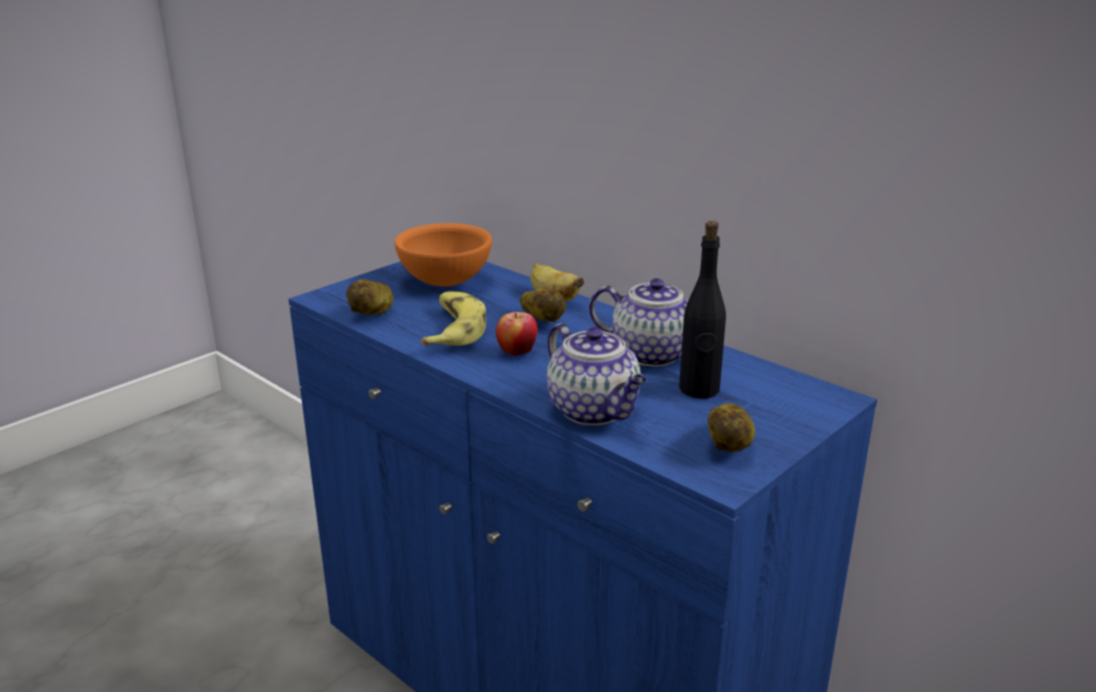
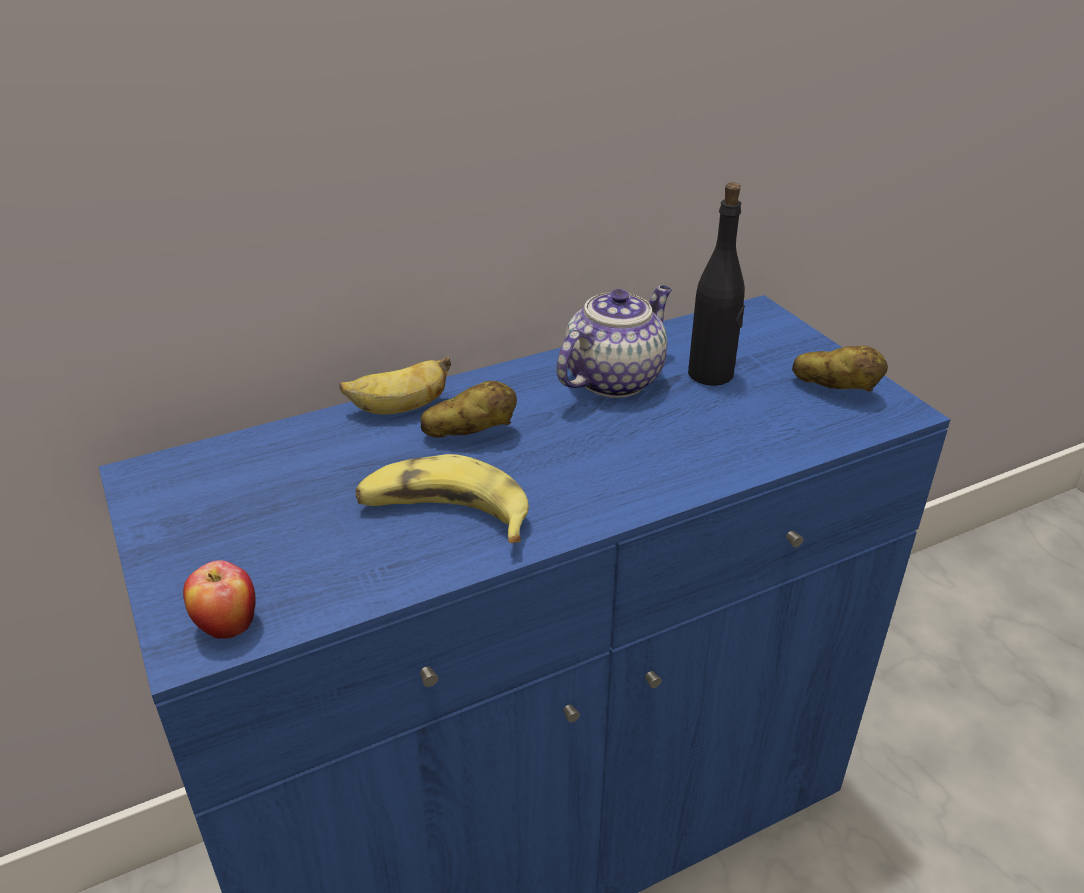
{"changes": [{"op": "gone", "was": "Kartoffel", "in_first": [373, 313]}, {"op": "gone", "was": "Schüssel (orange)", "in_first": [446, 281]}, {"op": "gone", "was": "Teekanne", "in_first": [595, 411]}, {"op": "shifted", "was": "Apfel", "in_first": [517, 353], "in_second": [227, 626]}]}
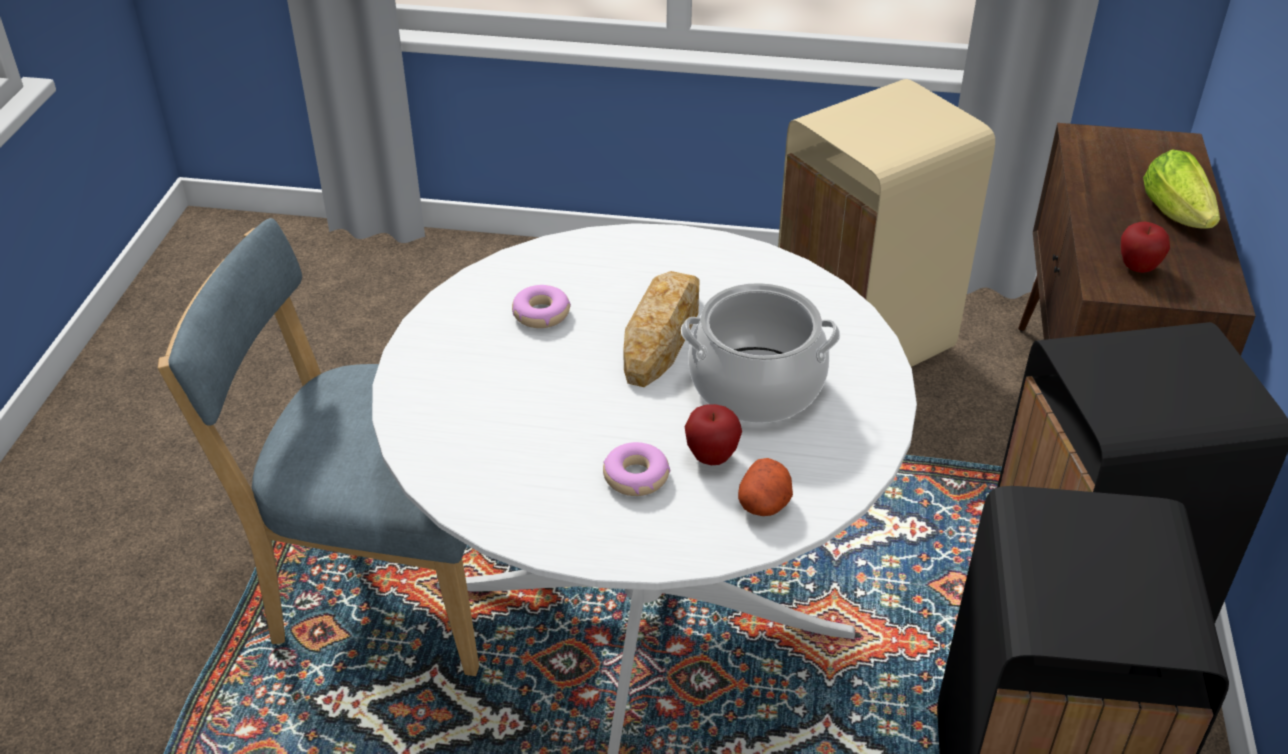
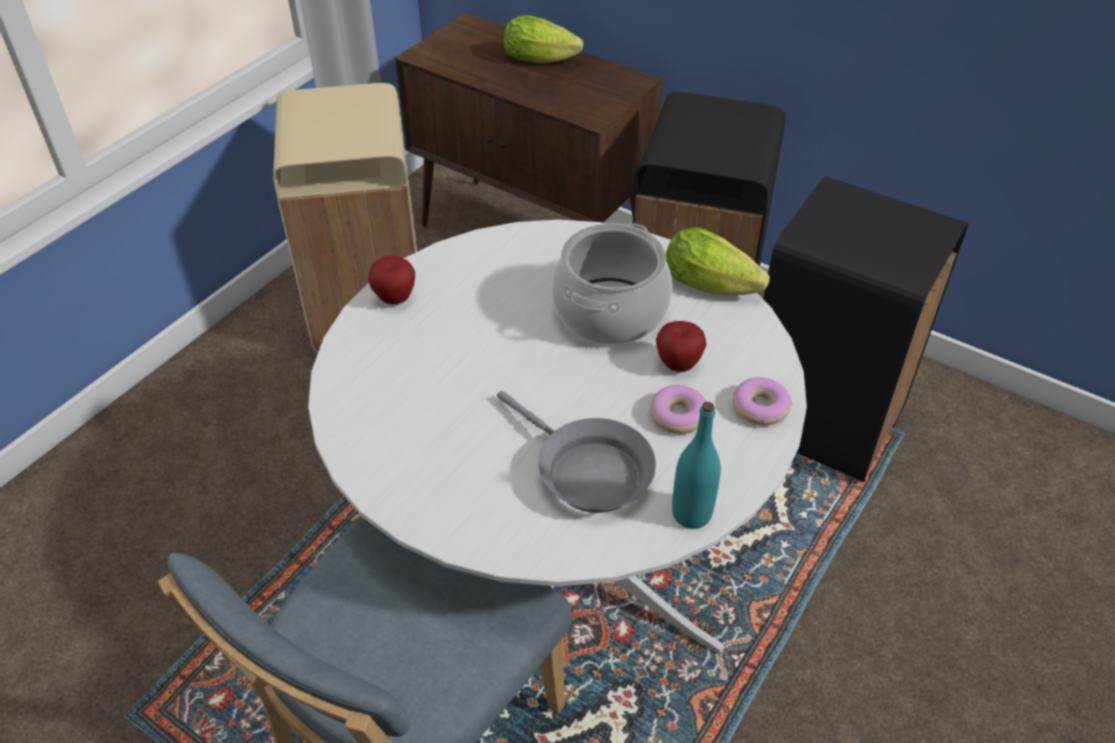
{"changes": [{"op": "gone", "was": "Brot", "in_first": [661, 335]}, {"op": "gone", "was": "Kartoffel", "in_first": [764, 504]}, {"op": "new", "now": "Pfanne (grau)", "in_second": [586, 471]}, {"op": "new", "now": "Salatkopf", "in_second": [715, 286]}, {"op": "new", "now": "Flasche (türkis)", "in_second": [691, 514]}, {"op": "shifted", "was": "Donut", "in_first": [541, 314], "in_second": [760, 407]}, {"op": "shifted", "was": "Apfel", "in_first": [1137, 268], "in_second": [395, 298]}]}
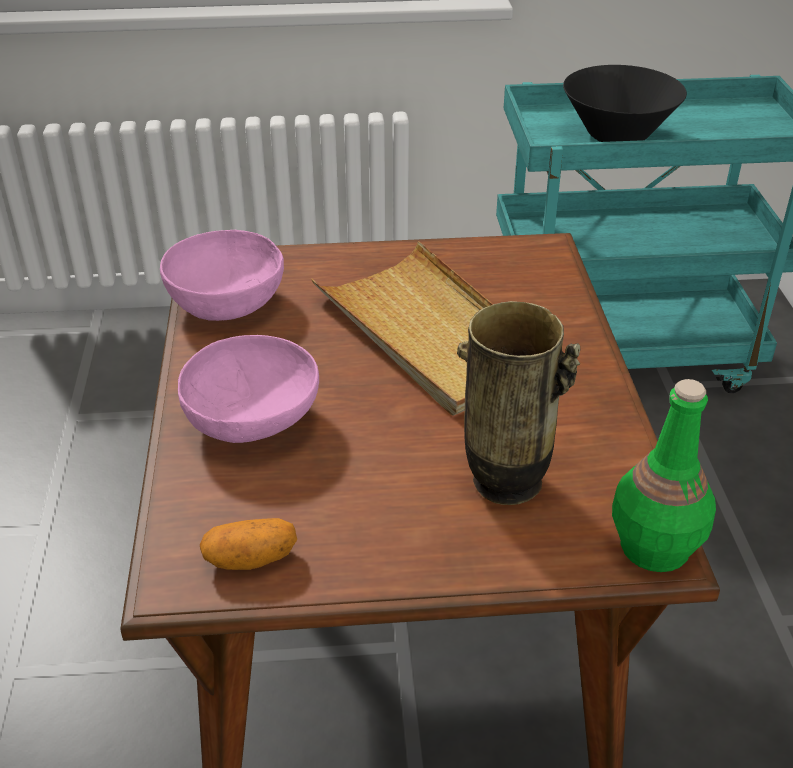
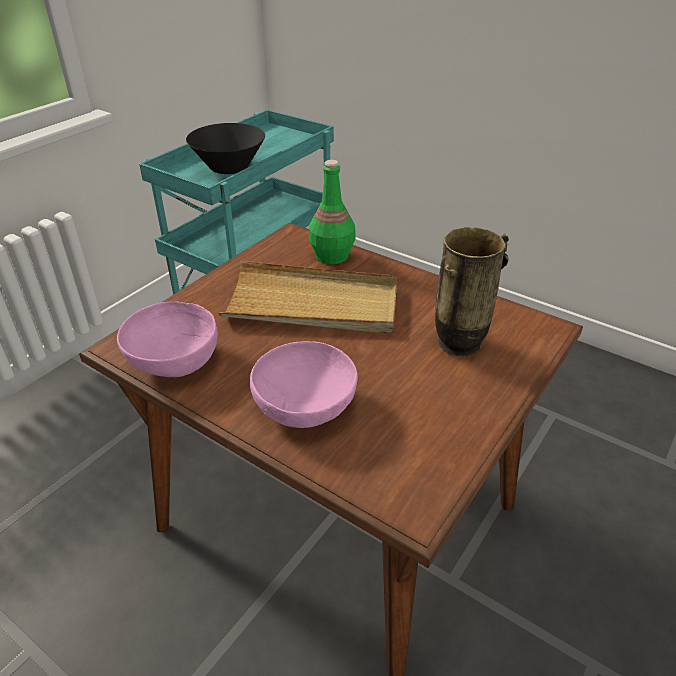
{"changes": [{"op": "gone", "was": "Kartoffel", "in_first": [251, 559]}, {"op": "shifted", "was": "Flasche (grün)", "in_first": [653, 548], "in_second": [332, 256]}]}
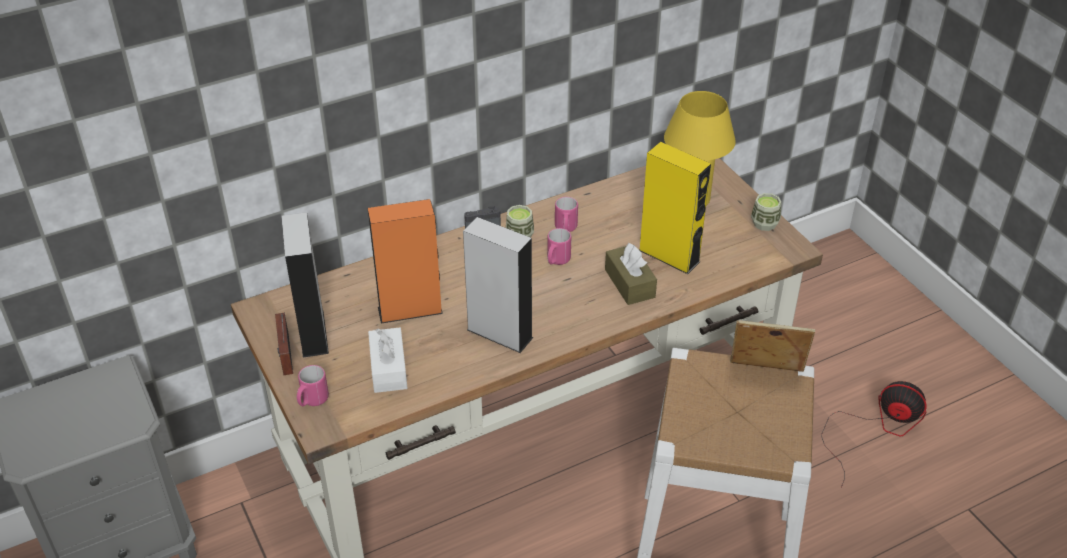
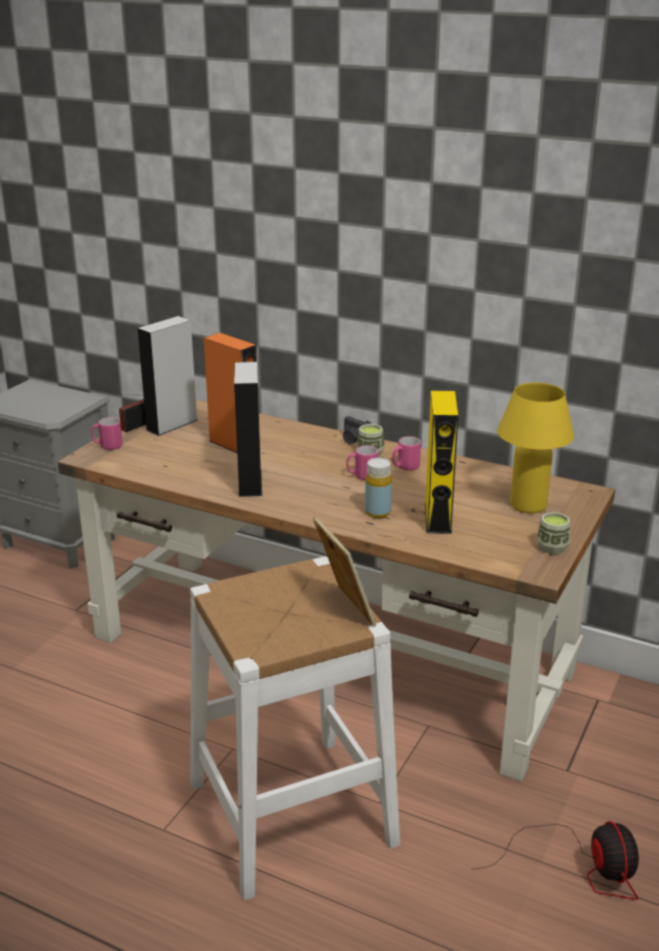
{"changes": [{"op": "gone", "was": "Taschentuchbox (weiß)", "in_first": [388, 369]}, {"op": "swapped", "was": "Taschentuchbox (braun)", "now": "Flasche (gelb)", "in_first": [629, 283], "in_second": [377, 512]}]}
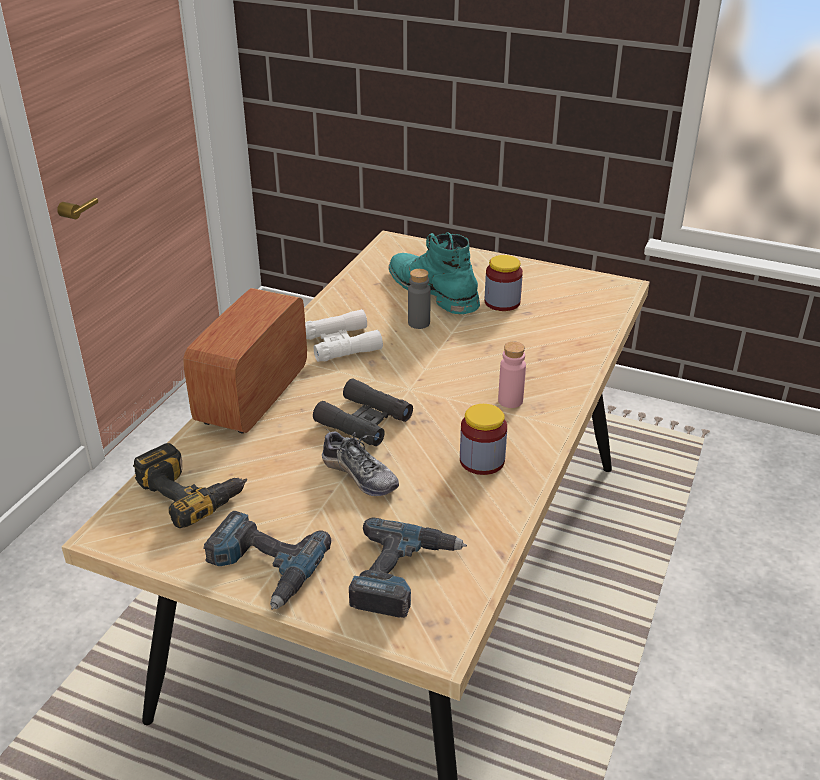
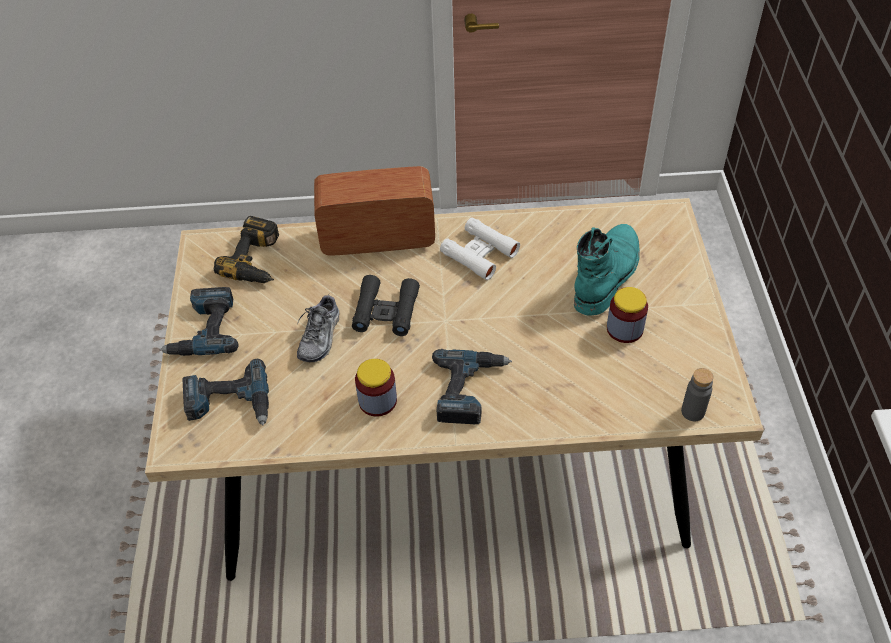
{"changes": [{"op": "shifted", "was": "Flasche (grau)", "in_first": [419, 323], "in_second": [693, 411]}, {"op": "swapped", "was": "Flasche (rosa)", "now": "Bohrmaschine", "in_first": [510, 401], "in_second": [469, 390]}]}
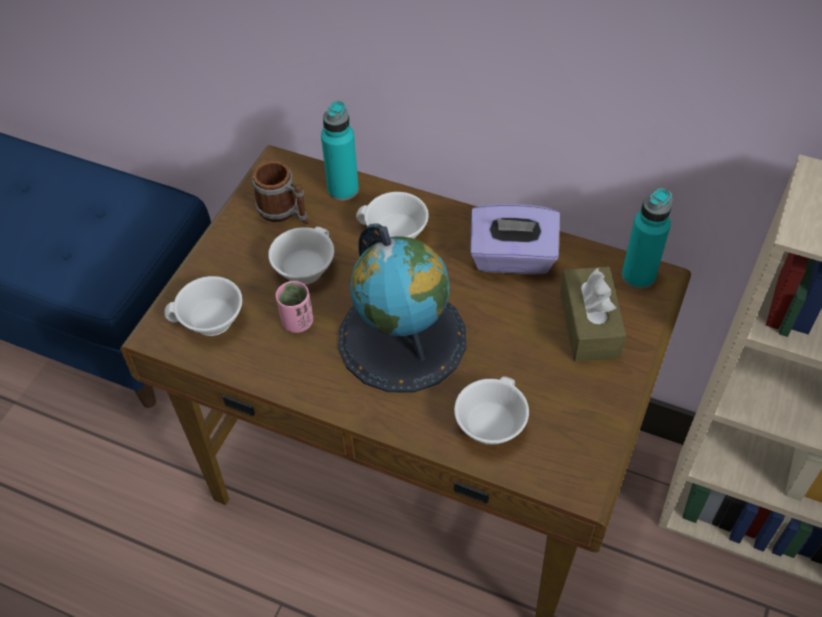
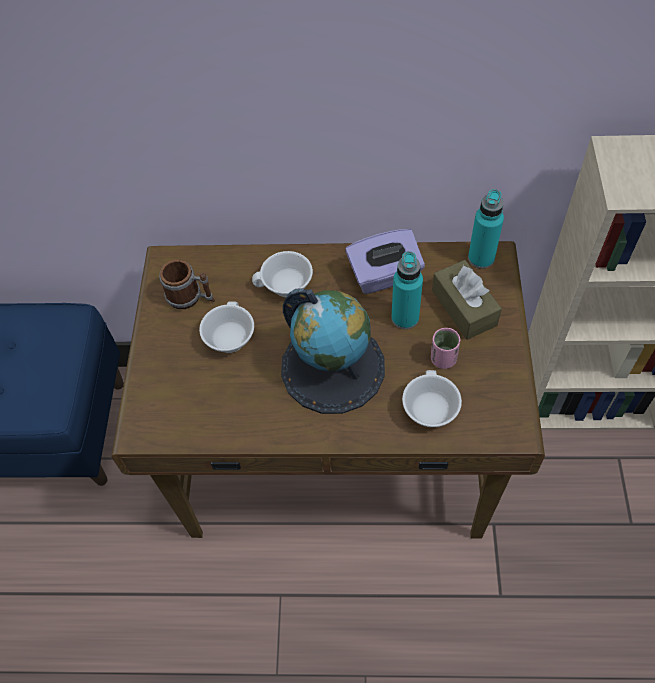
{"changes": [{"op": "gone", "was": "Tasse (weiß)", "in_first": [210, 322]}, {"op": "shifted", "was": "Tasse (rosa)", "in_first": [297, 322], "in_second": [443, 359]}, {"op": "shifted", "was": "Flasche (türkis)", "in_first": [343, 189], "in_second": [405, 318]}]}
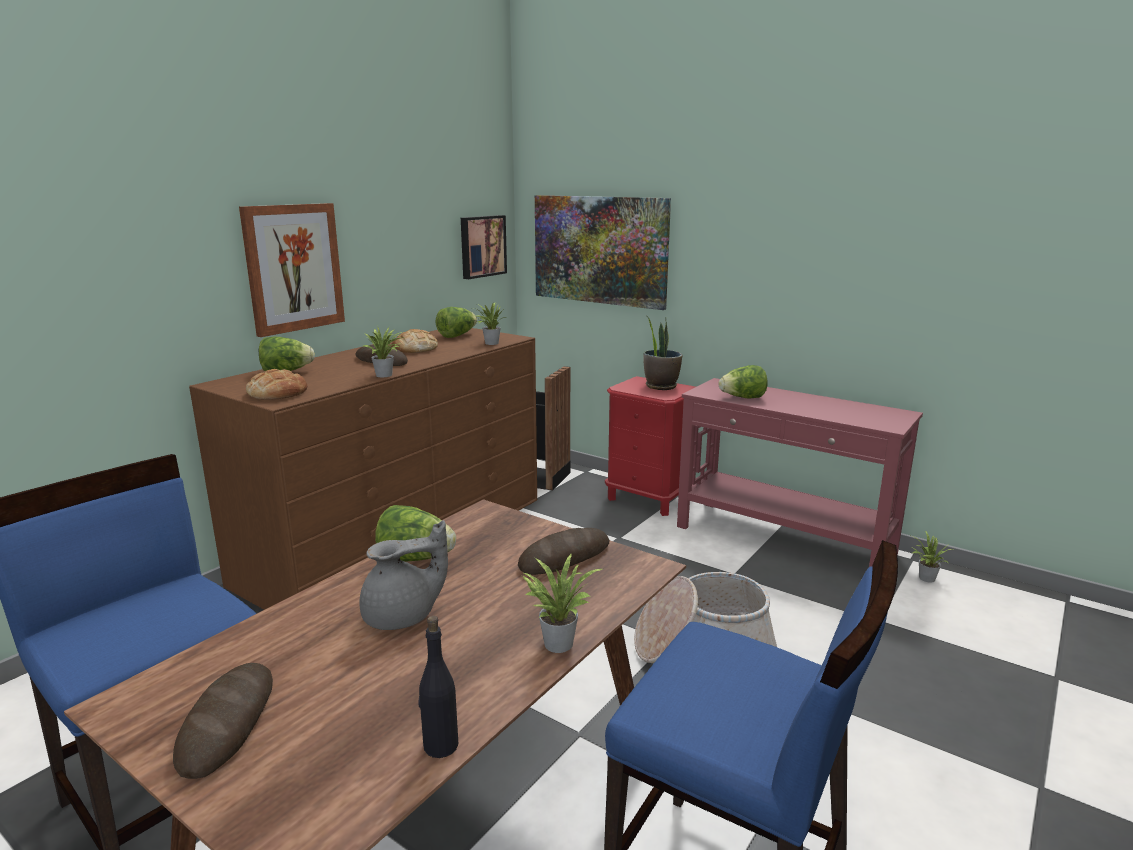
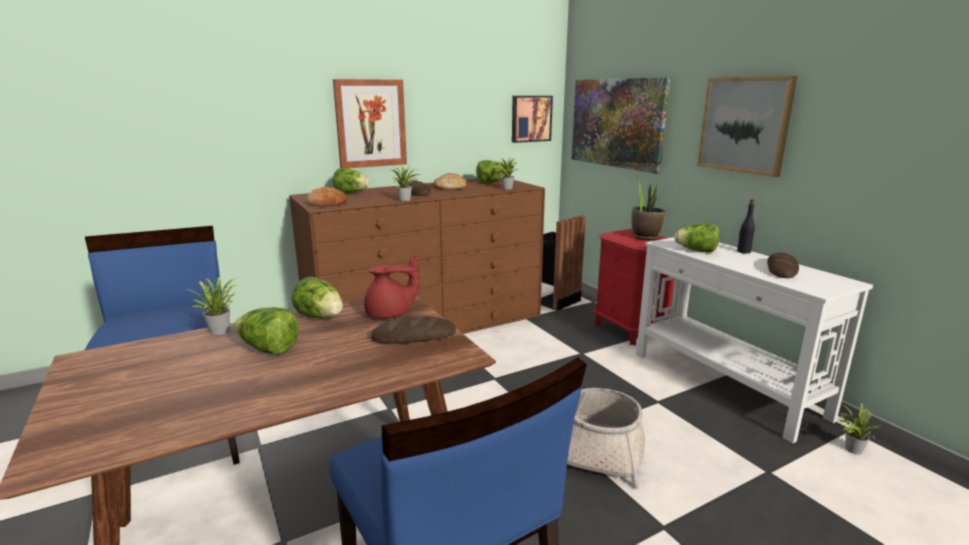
{"changes": [{"op": "new", "now": "Teekanne (rot)", "in_second": [390, 314]}, {"op": "new", "now": "Bild", "in_second": [744, 125]}, {"op": "shifted", "was": "Brot", "in_first": [228, 724], "in_second": [781, 269]}, {"op": "shifted", "was": "Flasche (schwarz)", "in_first": [440, 745], "in_second": [743, 251]}, {"op": "shifted", "was": "Topfpflanze", "in_first": [557, 641], "in_second": [221, 330]}, {"op": "swapped", "was": "Teekanne (grau)", "now": "Salatkopf", "in_first": [403, 617], "in_second": [268, 349]}, {"op": "repainted", "was": "Konsolentisch (rot)", "now": "Konsolentisch (weiß)", "in_first": [783, 541], "in_second": [725, 385]}]}
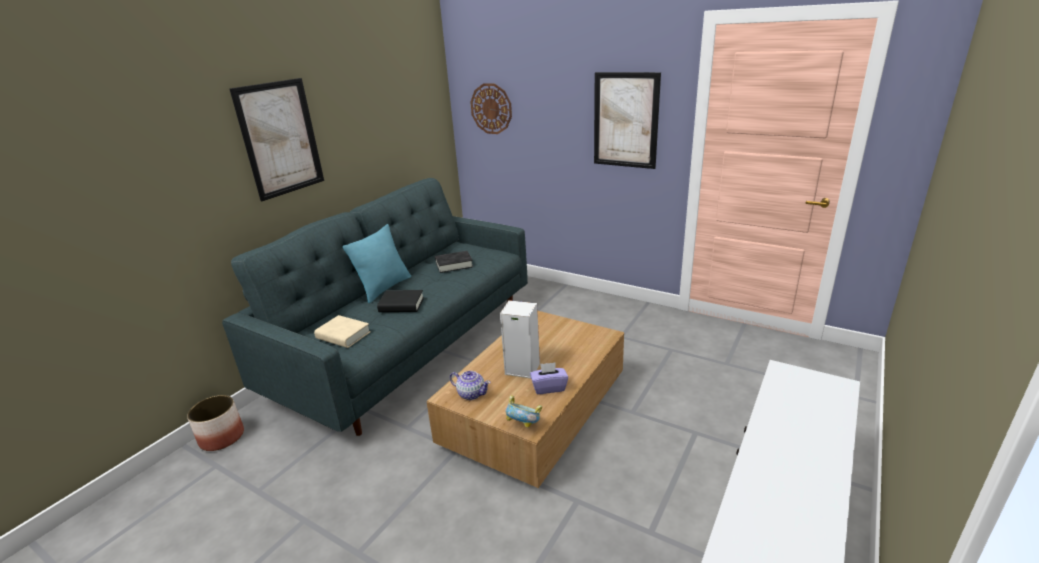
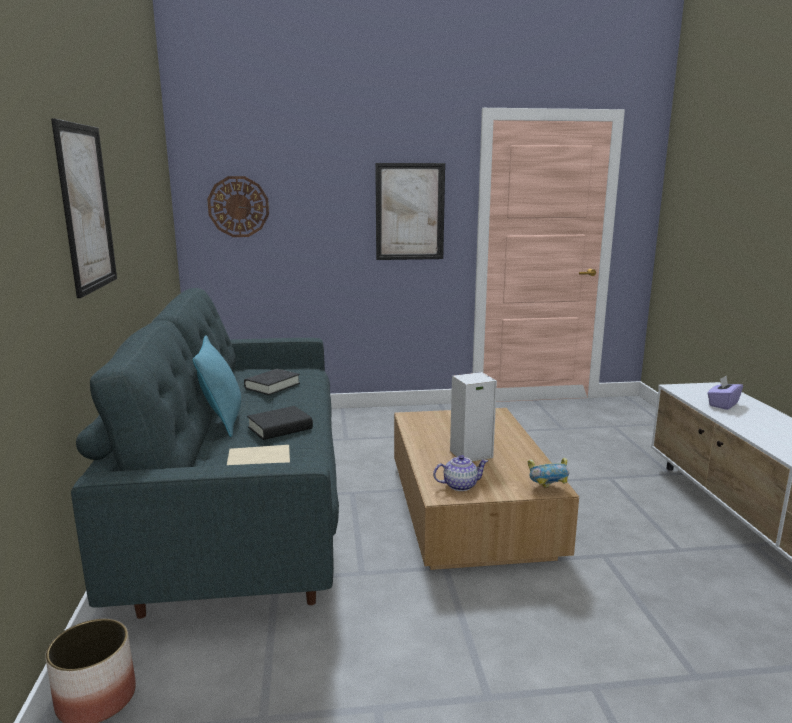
{"changes": [{"op": "shifted", "was": "Taschentuchbox (lila)", "in_first": [549, 387], "in_second": [722, 404]}]}
